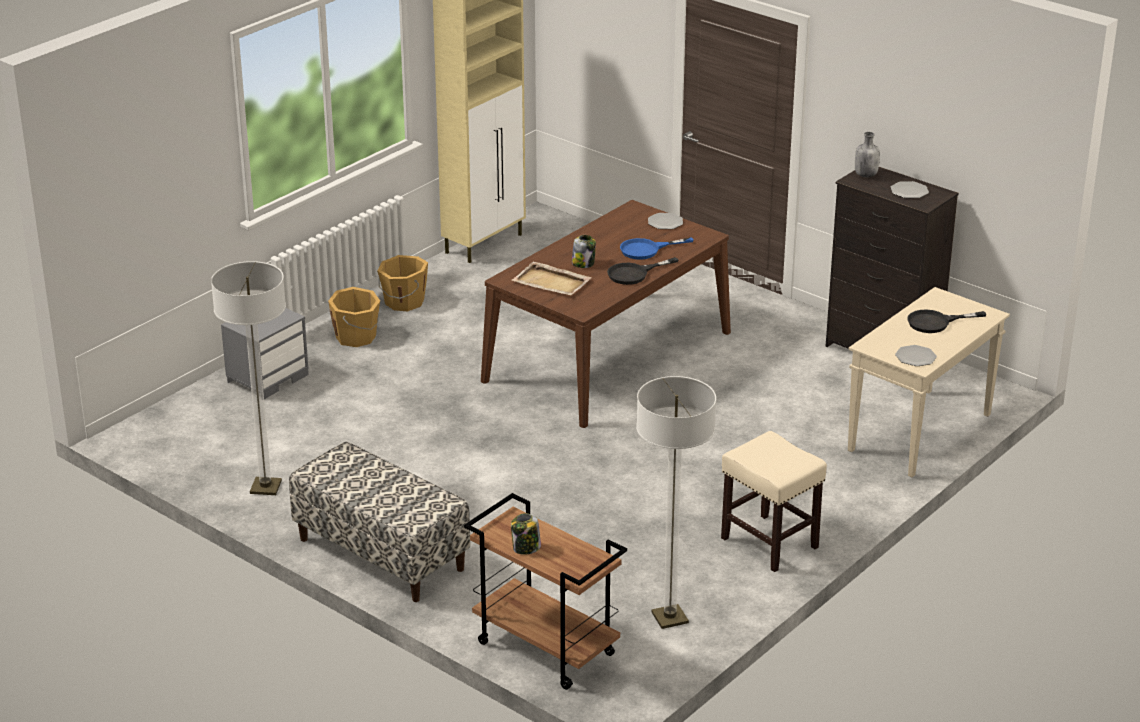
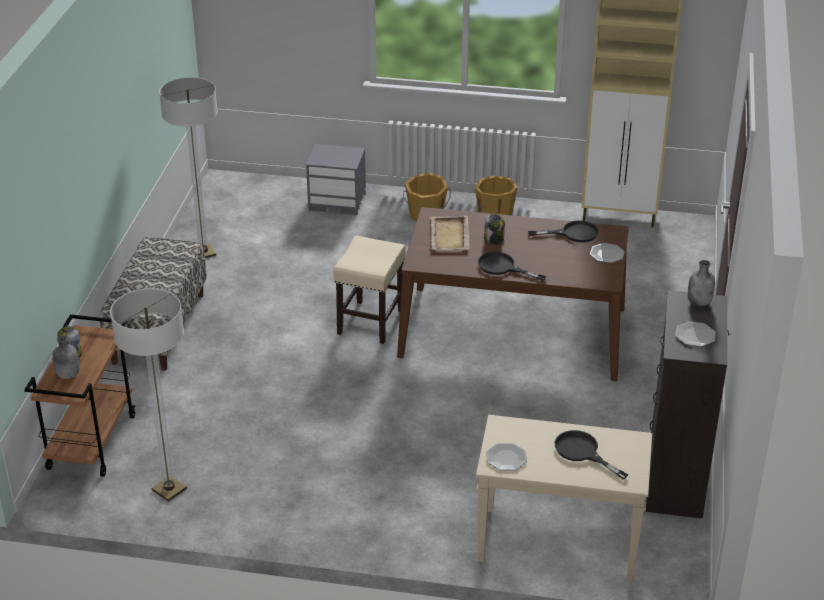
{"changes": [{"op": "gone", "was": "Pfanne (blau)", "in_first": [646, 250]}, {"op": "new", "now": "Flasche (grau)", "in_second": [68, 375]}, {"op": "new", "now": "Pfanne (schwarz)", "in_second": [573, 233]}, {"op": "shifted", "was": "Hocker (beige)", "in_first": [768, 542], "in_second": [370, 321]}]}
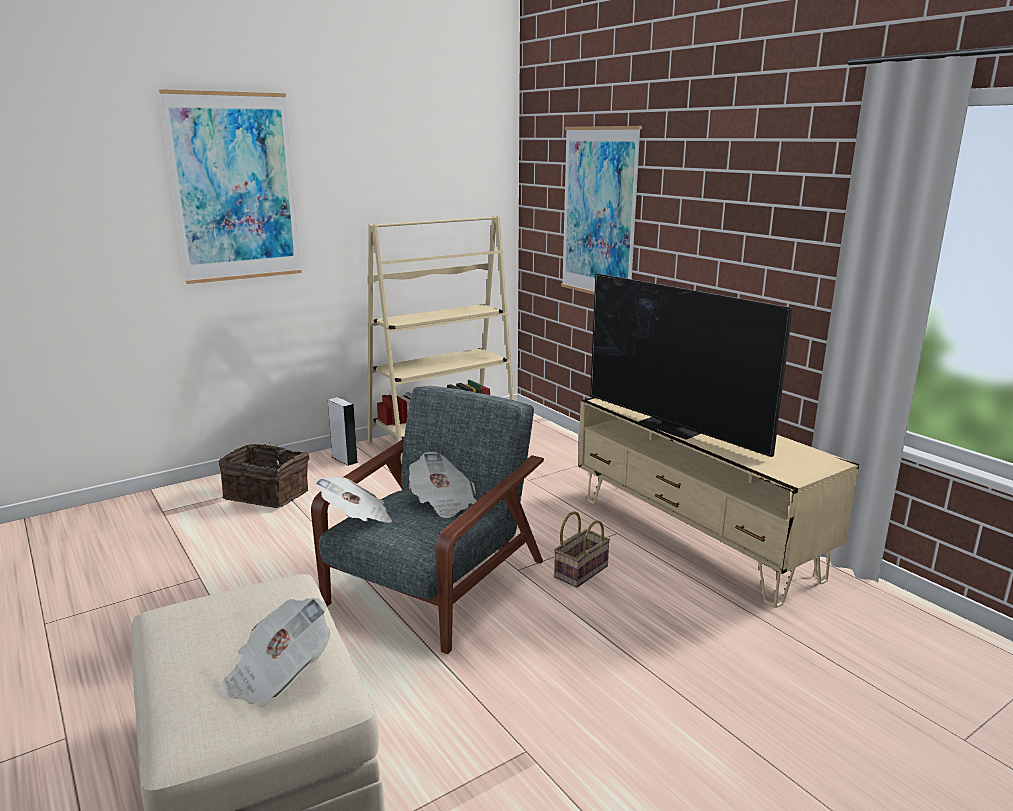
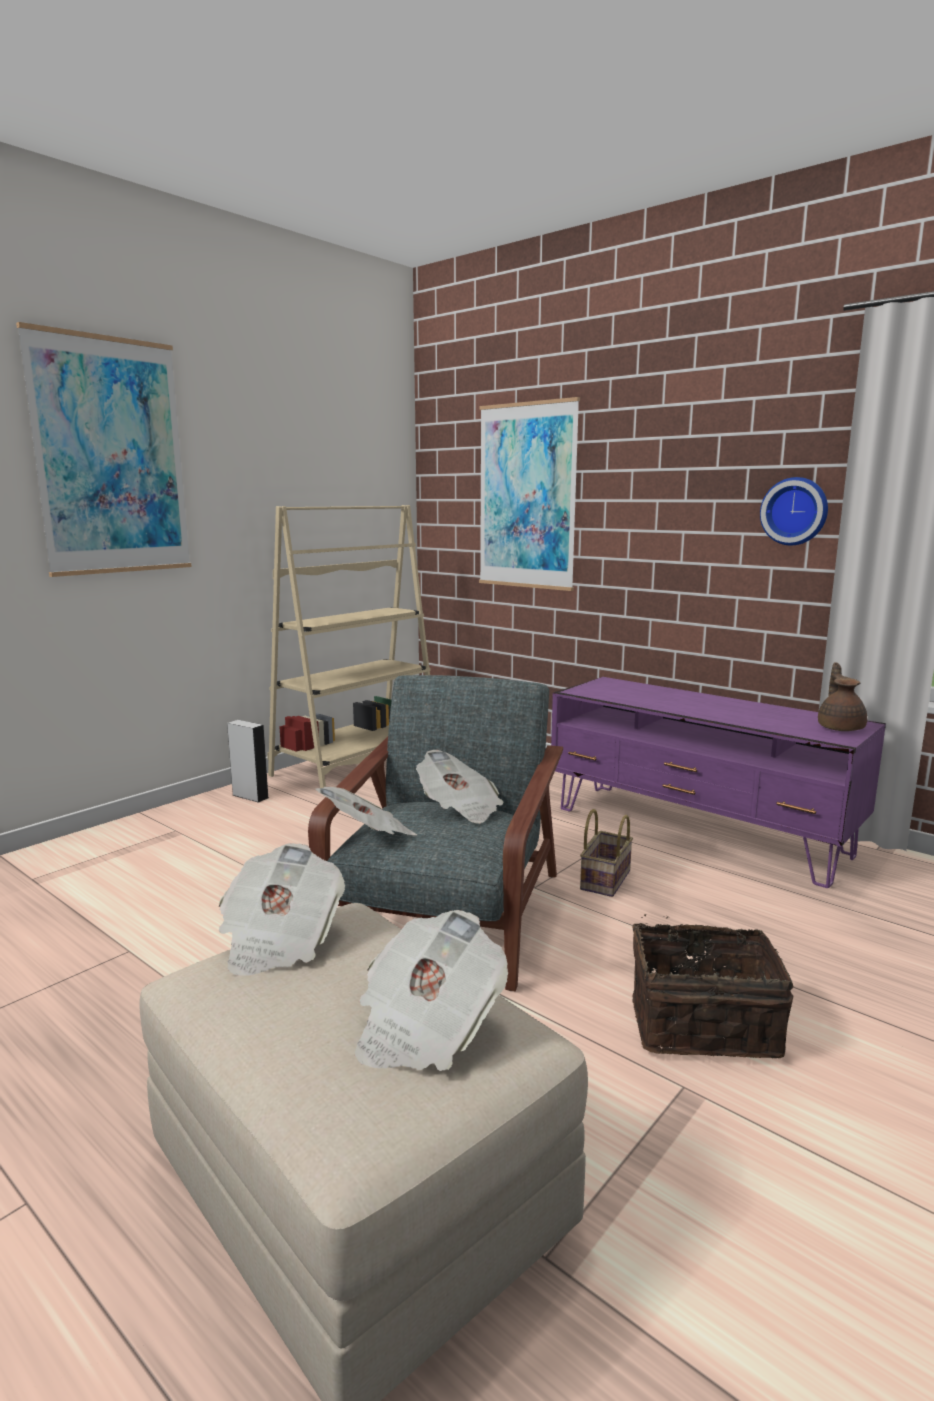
{"changes": [{"op": "gone", "was": "Fernseher", "in_first": [672, 427]}, {"op": "new", "now": "Zeitung", "in_second": [279, 940]}, {"op": "new", "now": "Wanduhr", "in_second": [795, 511]}, {"op": "new", "now": "Teekanne (braun)", "in_second": [840, 727]}, {"op": "shifted", "was": "Korb", "in_first": [268, 494], "in_second": [701, 1023]}, {"op": "repainted", "was": "Fernsehschrank (beige)", "now": "Fernsehschrank (lila)", "in_first": [695, 537], "in_second": [698, 831]}]}
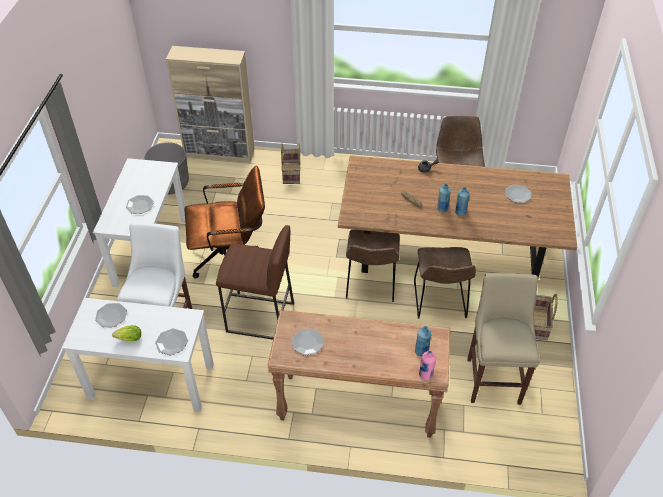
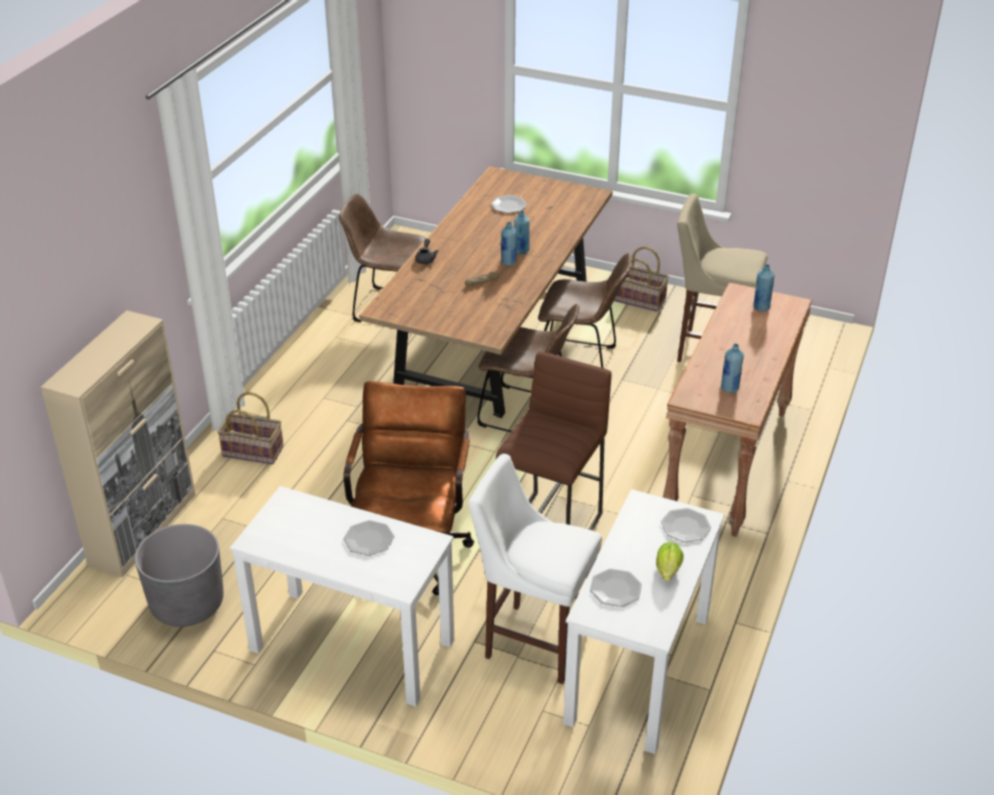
{"changes": [{"op": "gone", "was": "Flasche (rosa)", "in_first": [425, 375]}, {"op": "swapped", "was": "Teller", "now": "Flasche (blau)", "in_first": [307, 342], "in_second": [729, 388]}]}
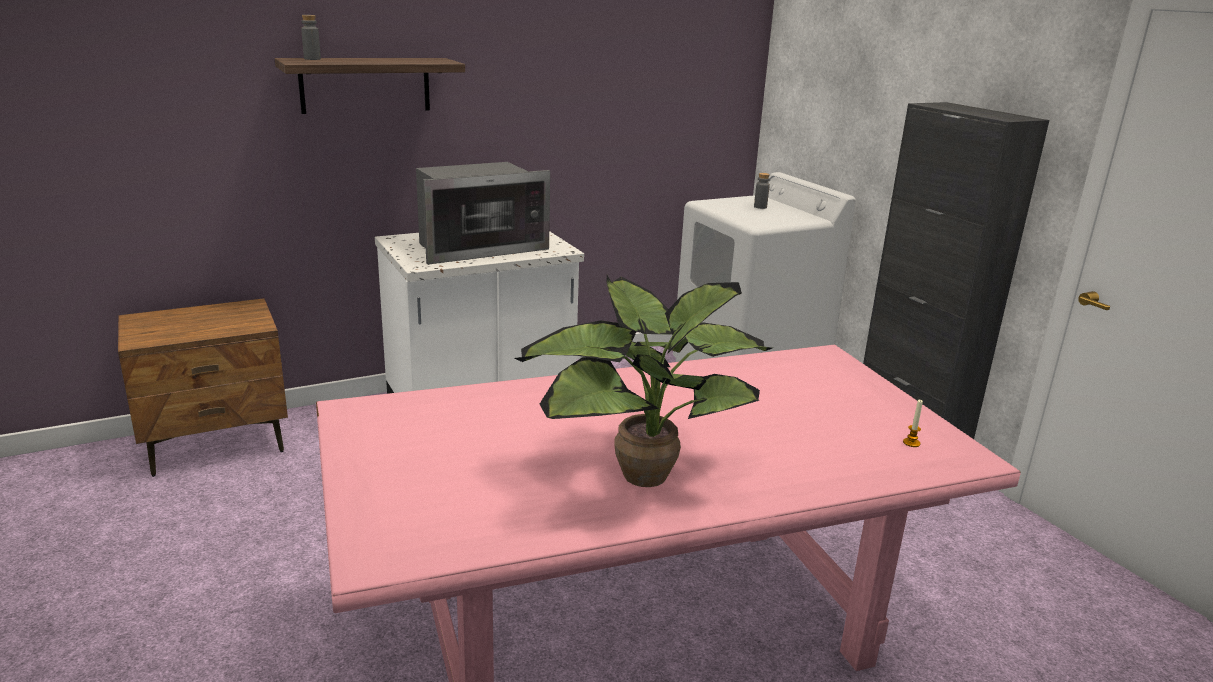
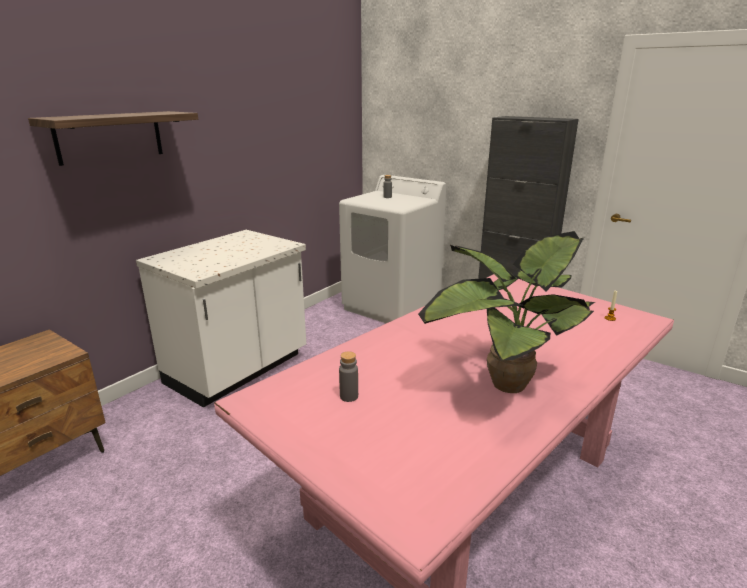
{"changes": [{"op": "gone", "was": "Mikrowelle", "in_first": [477, 247]}, {"op": "shifted", "was": "Flasche (grau)", "in_first": [312, 59], "in_second": [349, 396]}]}
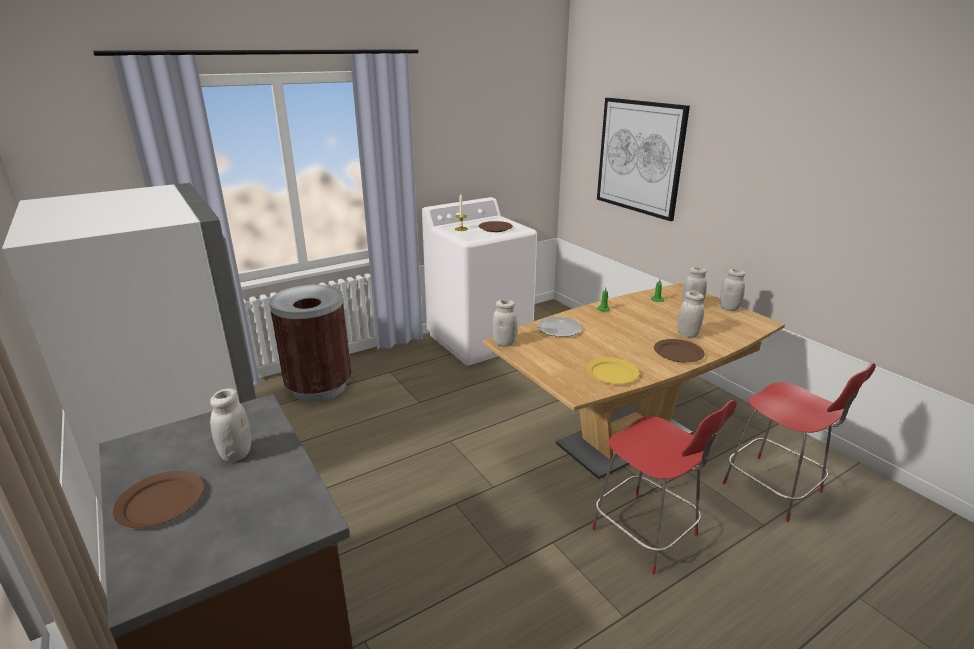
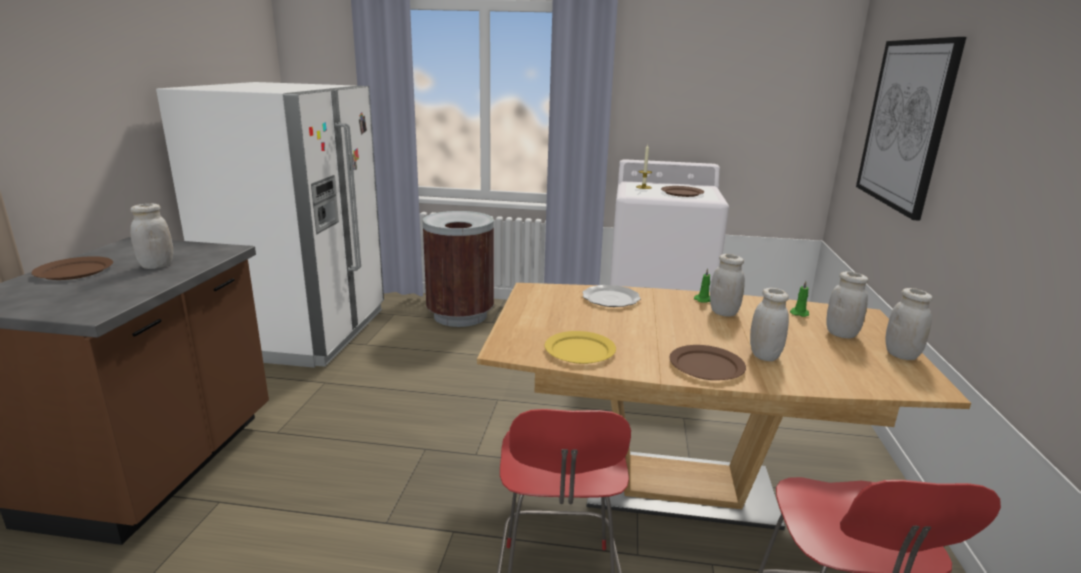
{"changes": [{"op": "shifted", "was": "Vorratsglas (weiß)", "in_first": [504, 343], "in_second": [723, 312]}]}
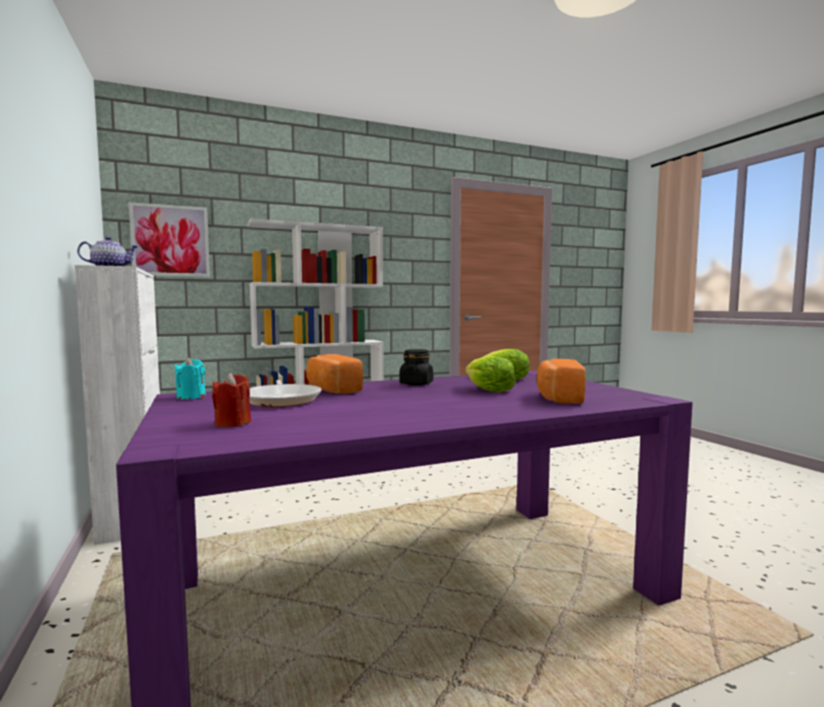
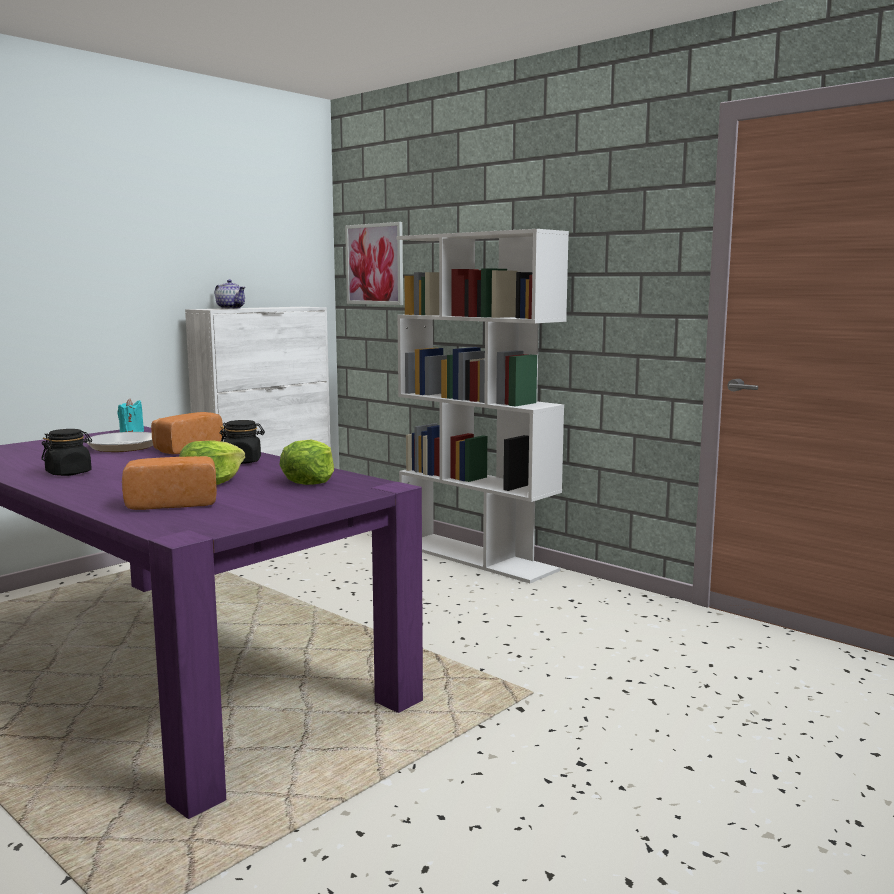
{"changes": [{"op": "gone", "was": "Kerze (rot)", "in_first": [233, 423]}, {"op": "new", "now": "Vorratsglas (schwarz)", "in_second": [69, 473]}]}
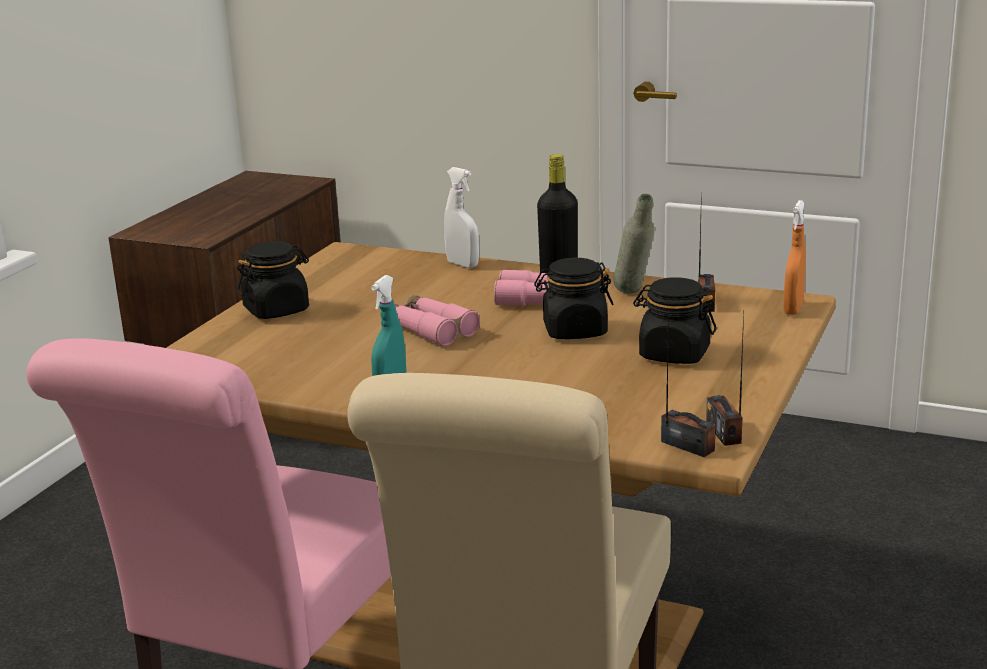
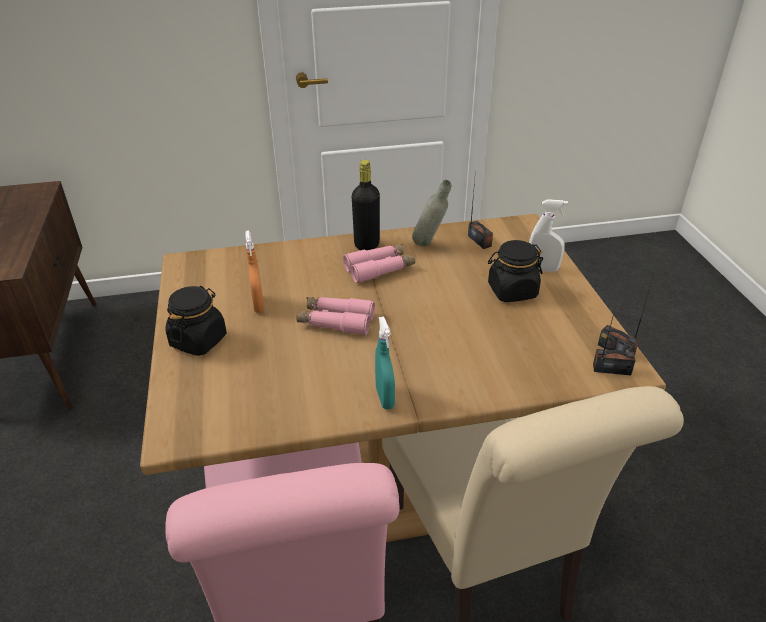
{"changes": [{"op": "gone", "was": "Vorratsglas (schwarz)", "in_first": [574, 331]}, {"op": "shifted", "was": "Sprühflasche (weiß)", "in_first": [462, 264], "in_second": [542, 269]}, {"op": "shifted", "was": "Sprühflasche (orange)", "in_first": [793, 309], "in_second": [258, 305]}]}
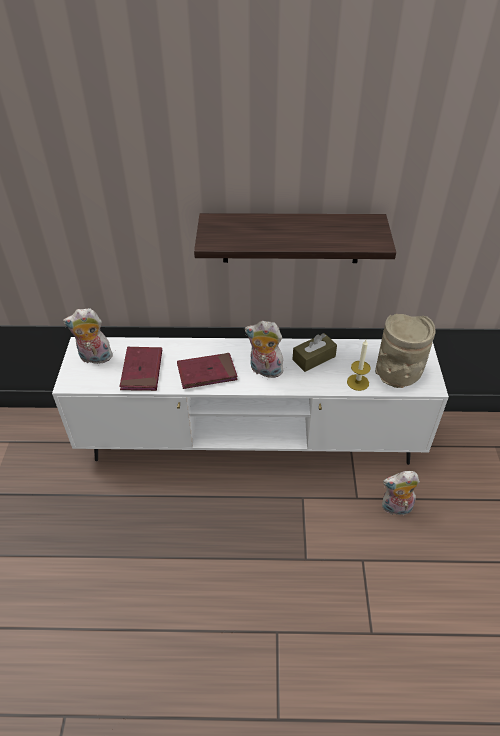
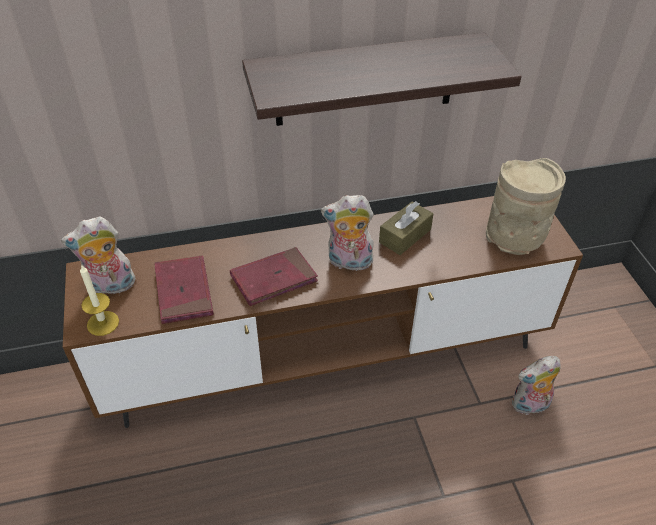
{"changes": [{"op": "shifted", "was": "Kerze", "in_first": [358, 382], "in_second": [103, 323]}, {"op": "repainted", "was": "Fernsehschrank (weiß)", "now": "Fernsehschrank (braun)", "in_first": [250, 442], "in_second": [326, 359]}]}
